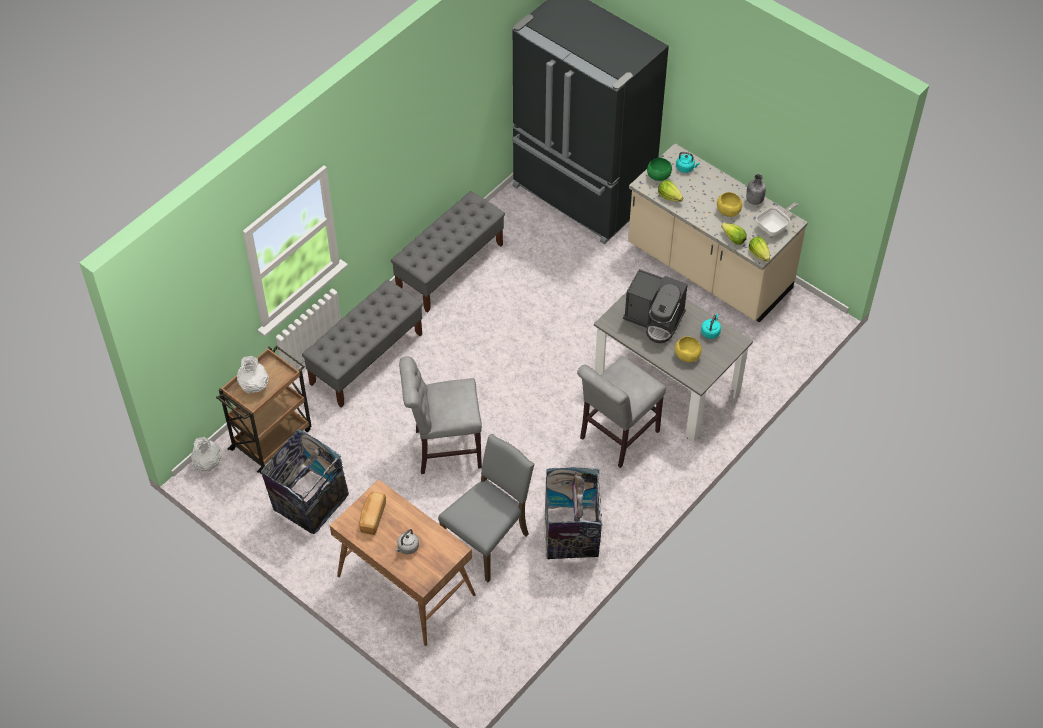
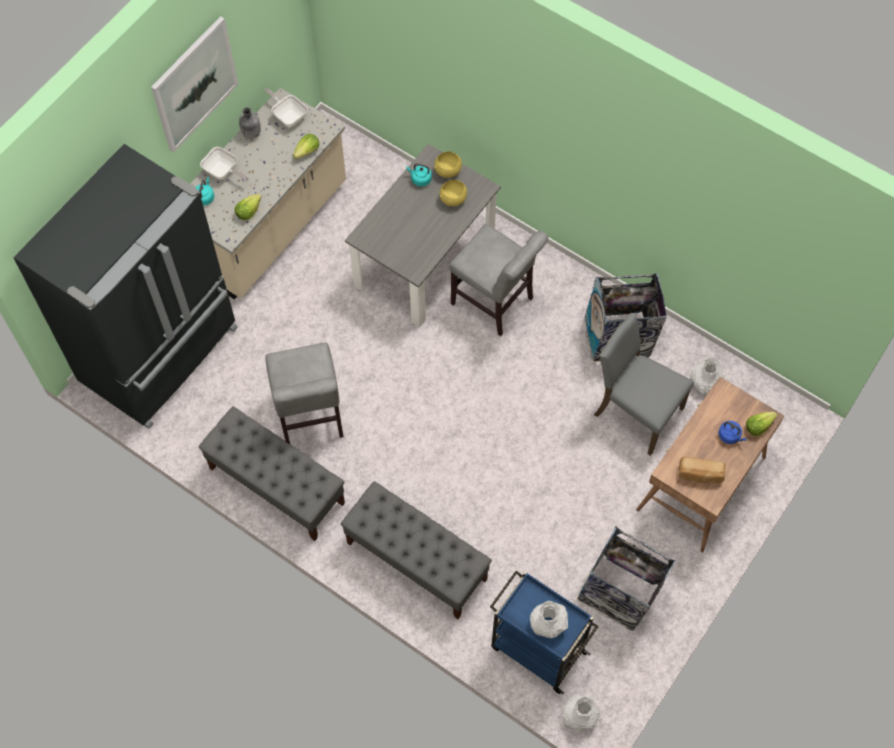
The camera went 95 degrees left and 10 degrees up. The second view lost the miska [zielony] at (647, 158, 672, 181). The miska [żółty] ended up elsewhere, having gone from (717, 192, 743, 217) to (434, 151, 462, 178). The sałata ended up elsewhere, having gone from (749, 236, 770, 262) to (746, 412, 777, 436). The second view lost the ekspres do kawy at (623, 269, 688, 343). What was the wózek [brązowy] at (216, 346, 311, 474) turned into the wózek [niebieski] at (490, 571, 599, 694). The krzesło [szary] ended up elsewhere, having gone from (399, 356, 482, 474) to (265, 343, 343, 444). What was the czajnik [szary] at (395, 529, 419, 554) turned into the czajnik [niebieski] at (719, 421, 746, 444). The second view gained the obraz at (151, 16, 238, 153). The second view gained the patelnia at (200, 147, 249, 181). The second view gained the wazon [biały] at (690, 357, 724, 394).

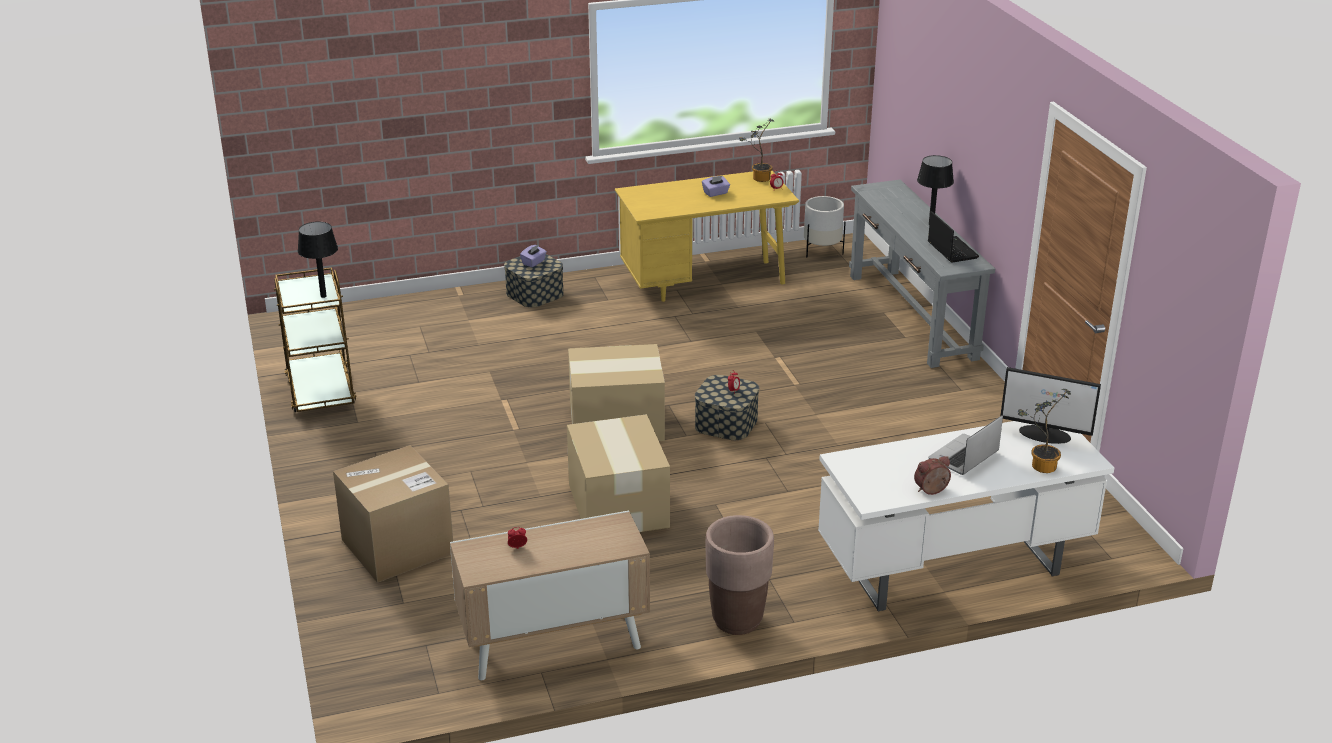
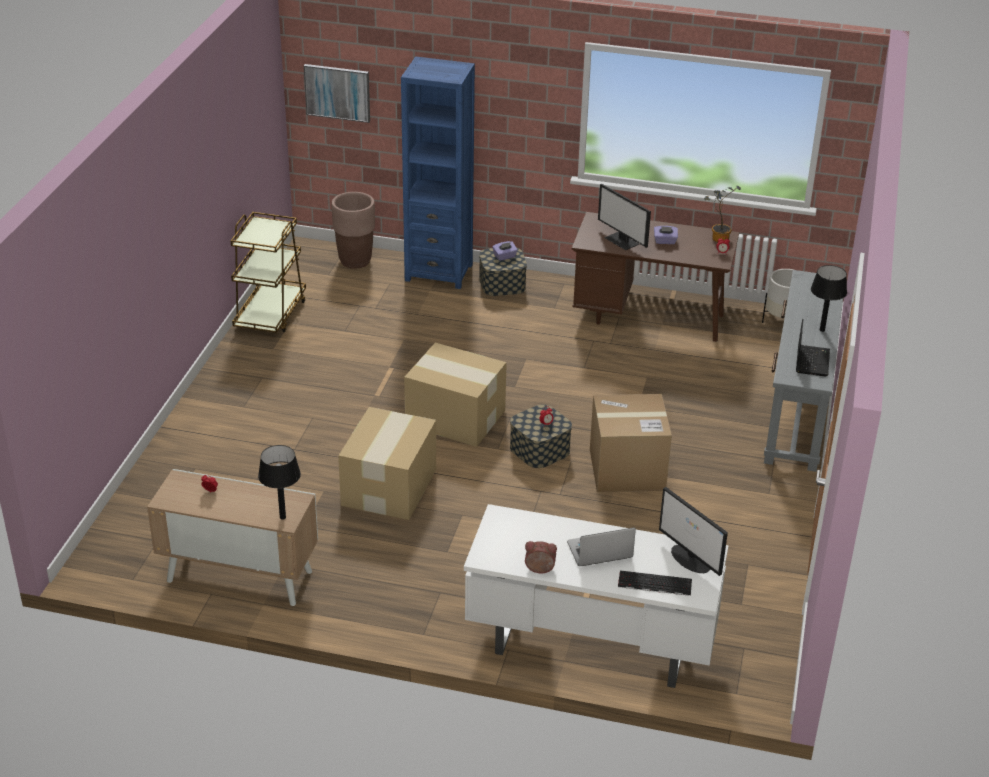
The camera went 30 degrees right and 5 degrees up. What was the biurko [żółty] at (615, 171, 799, 302) turned into the biurko [brązowy] at (572, 212, 739, 342). The lampa stołowa [czarny] ended up elsewhere, having gone from (297, 222, 338, 298) to (258, 445, 301, 520). Where the roślina doniczkowa stood at (1018, 389, 1071, 473), the klawiatura came to stand at (618, 570, 692, 596). The karton ended up elsewhere, having gone from (333, 445, 453, 583) to (590, 394, 672, 492). The donica [brązowy] ended up elsewhere, having gone from (705, 515, 774, 635) to (331, 192, 375, 269). The second view gained the regał [niebieski] at (401, 57, 475, 289). The second view gained the obraz at (304, 64, 370, 123). The second view gained the monitor at (598, 184, 651, 250).

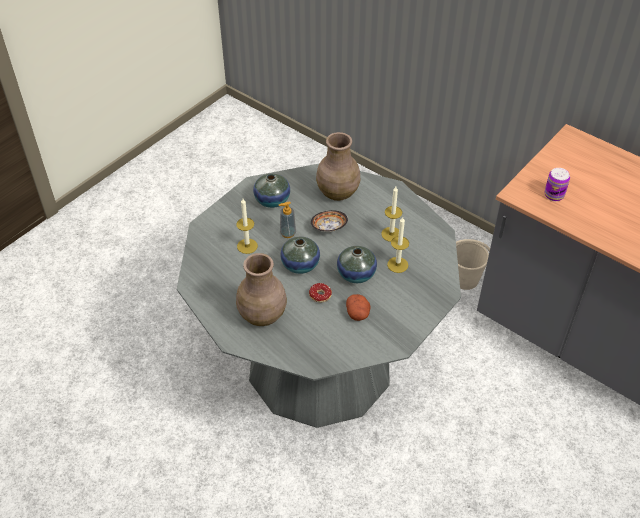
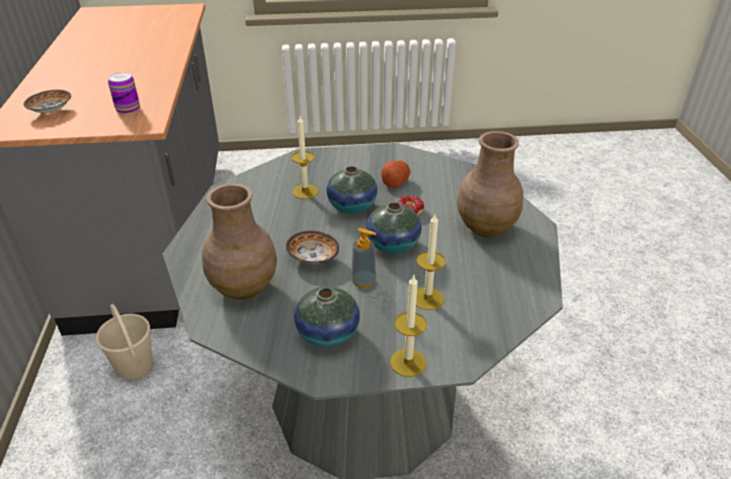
The camera went 135 degrees left and 10 degrees down. The świeca ended up elsewhere, having gone from (381, 187, 402, 242) to (390, 275, 427, 377). The second view gained the miska at (24, 90, 71, 113).

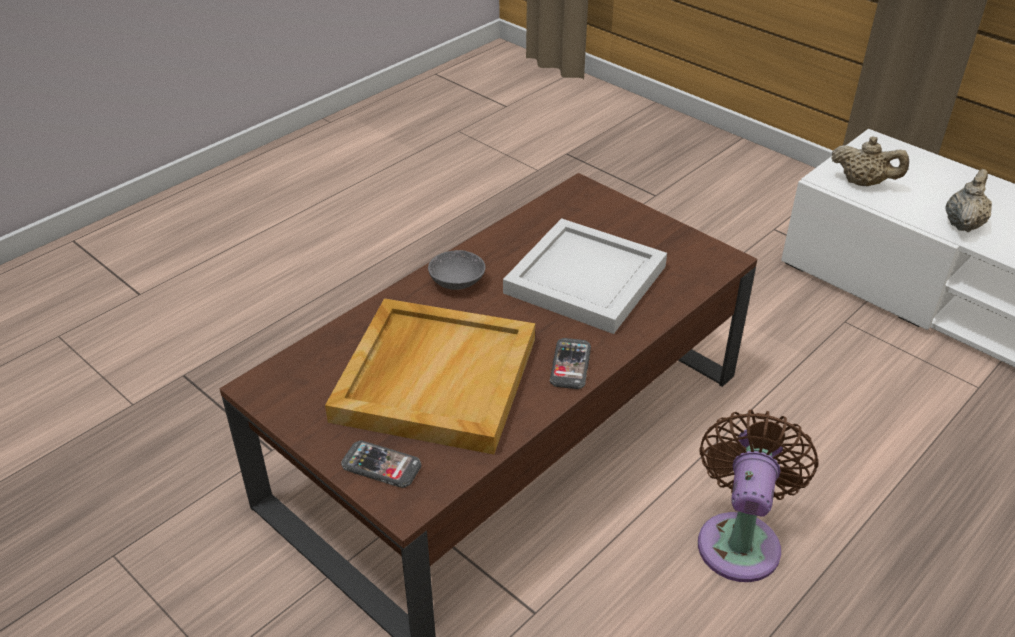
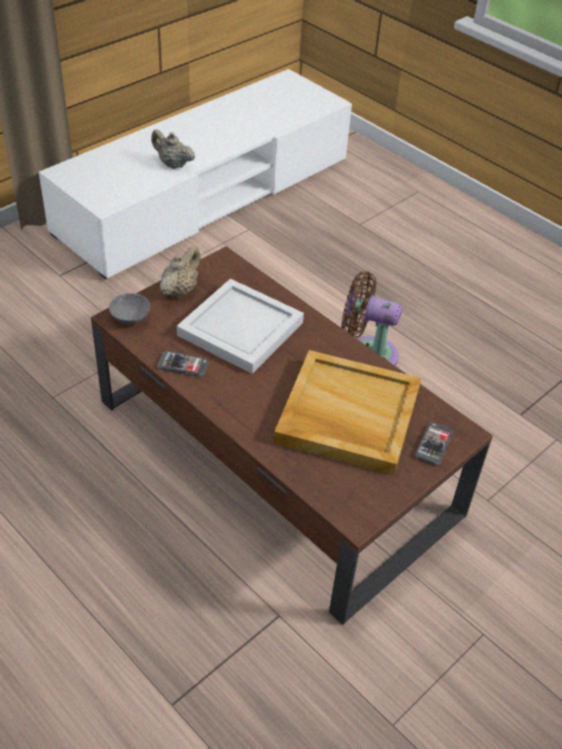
The camera went 90 degrees left and 5 degrees up. The imbryk [beżowy] ended up elsewhere, having gone from (832, 136, 909, 187) to (160, 246, 200, 298). The miska [szary] ended up elsewhere, having gone from (428, 250, 486, 290) to (109, 293, 150, 325). The telefon ended up elsewhere, having gone from (550, 338, 591, 389) to (157, 351, 209, 377).

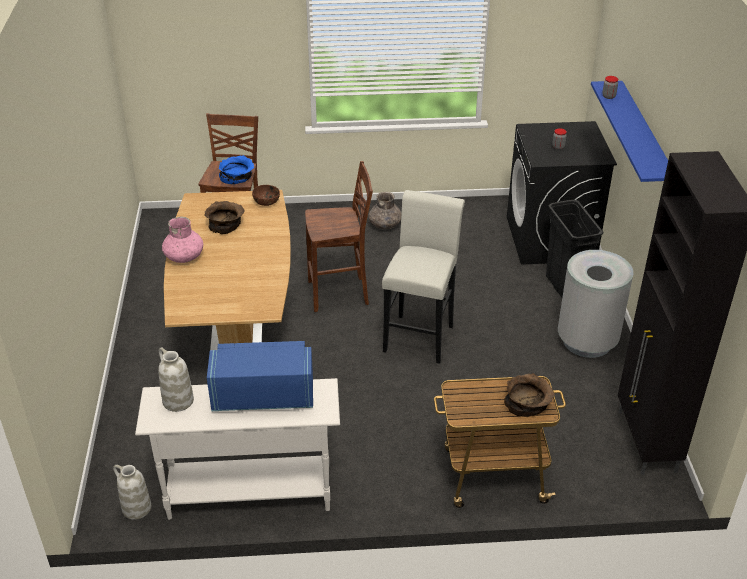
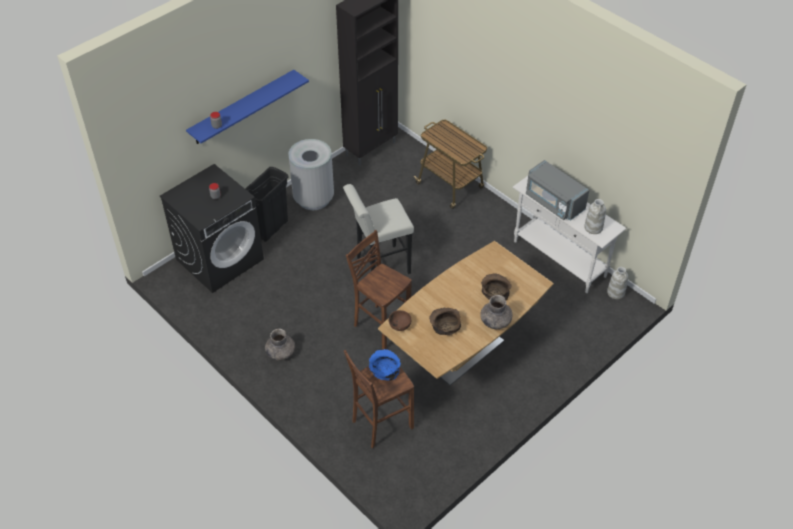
The camera went 130 degrees left and 10 degrees up. What was the wazon [różowy] at (162, 217, 203, 263) turned into the wazon [szary] at (480, 295, 513, 329). What was the mikrofalówka [niebieski] at (207, 341, 313, 411) turned into the mikrofalówka [szary] at (526, 160, 589, 221). The miska [brązowy] ended up elsewhere, having gone from (504, 373, 555, 417) to (481, 273, 512, 300).

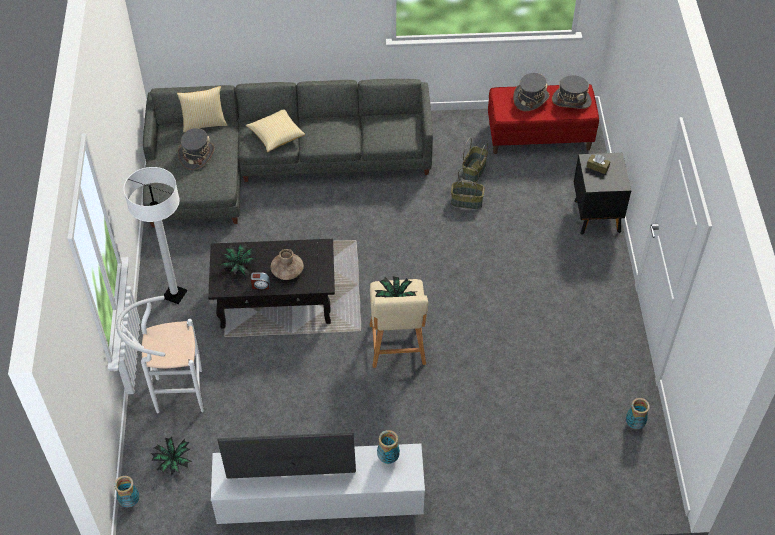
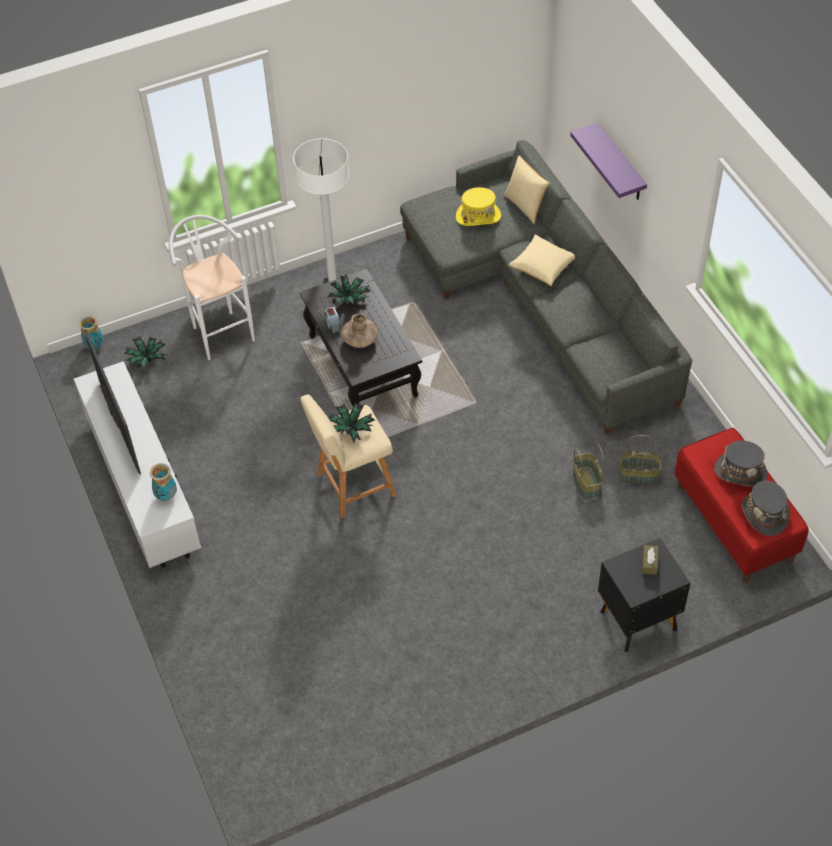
The camera went 70 degrees right and 0 degrees up. What was the kapelusz [szary] at (178, 128, 215, 170) turned into the kapelusz [żółty] at (456, 187, 501, 226). The second view lost the wazon at (626, 398, 650, 429). The second view gained the półka [fioletowy] at (570, 123, 647, 200).

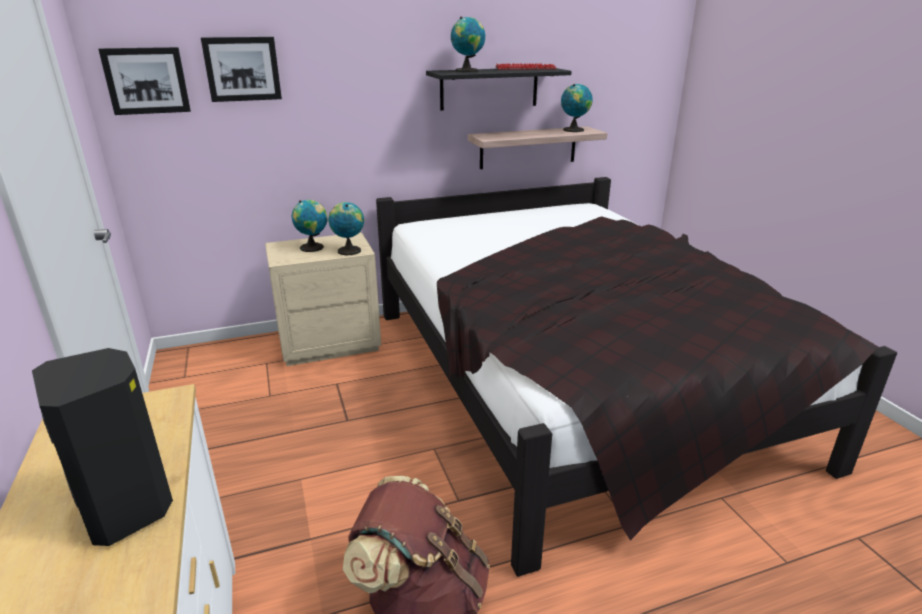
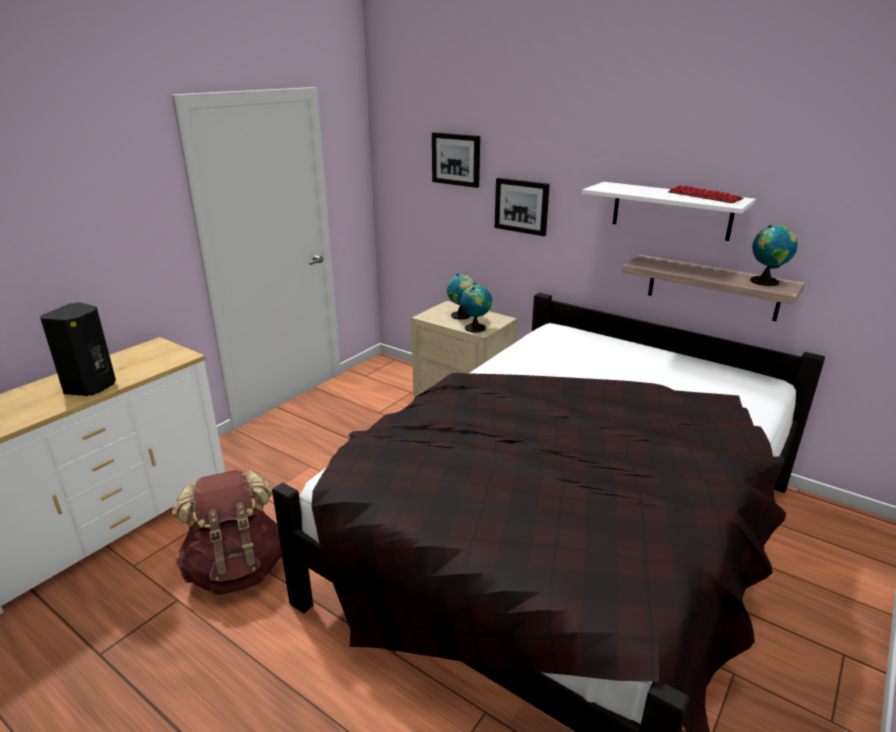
The camera went 55 degrees right and 0 degrees up. The second view lost the globus at (451, 17, 485, 72). The obraz ended up elsewhere, having gone from (98, 47, 191, 115) to (494, 178, 550, 236). What was the półka [czarny] at (426, 68, 572, 111) turned into the półka [biały] at (582, 182, 756, 241).

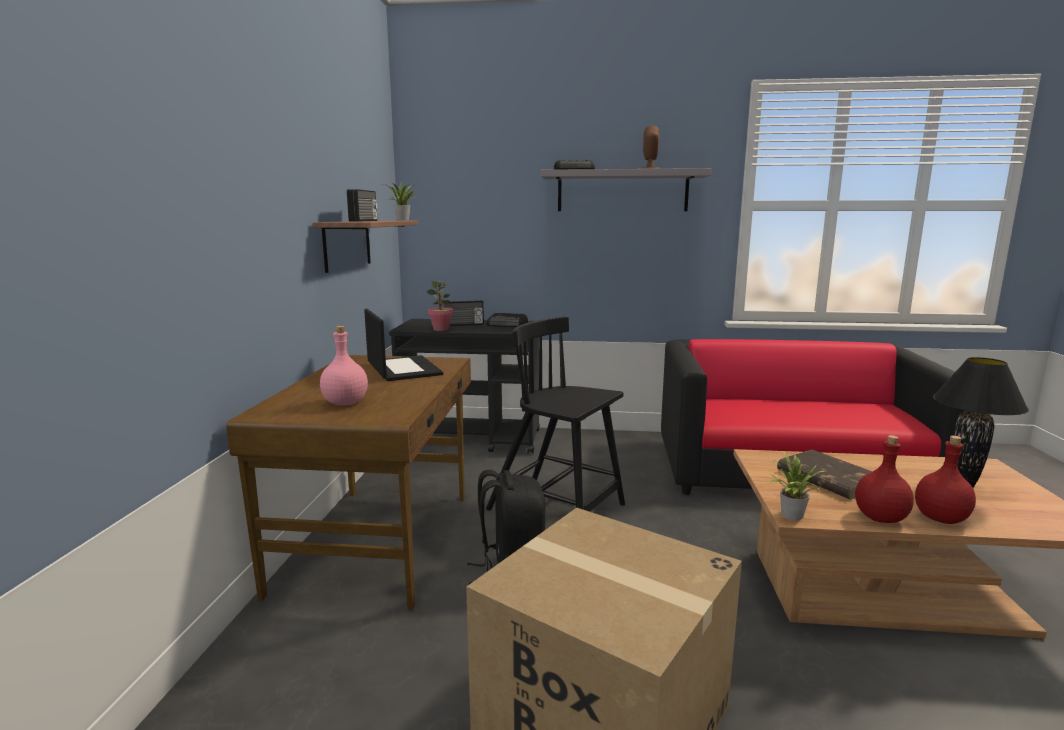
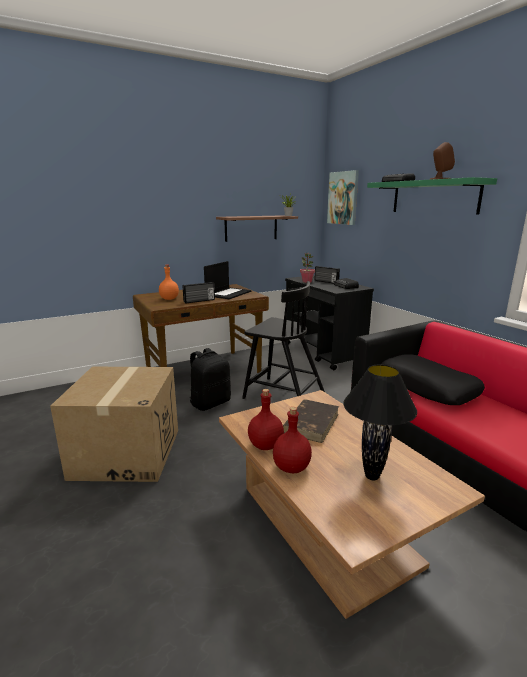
The camera went 55 degrees right and 5 degrees up. What was the półka [szary] at (541, 168, 712, 211) turned into the półka [zielony] at (367, 177, 497, 215). The radio ended up elsewhere, having gone from (347, 189, 378, 222) to (183, 282, 215, 303). The krzesło [czarny] at (486, 316, 625, 512) ended up facing another way, 120 degrees clockwise from before. What was the butelka [różowy] at (320, 326, 368, 406) turned into the butelka [pomarańczowy] at (159, 265, 179, 300). The second view lost the roślina doniczkowa at (767, 452, 824, 520). The second view gained the obraz at (327, 170, 359, 225). The second view gained the poduszka [czarny] at (381, 354, 485, 405).

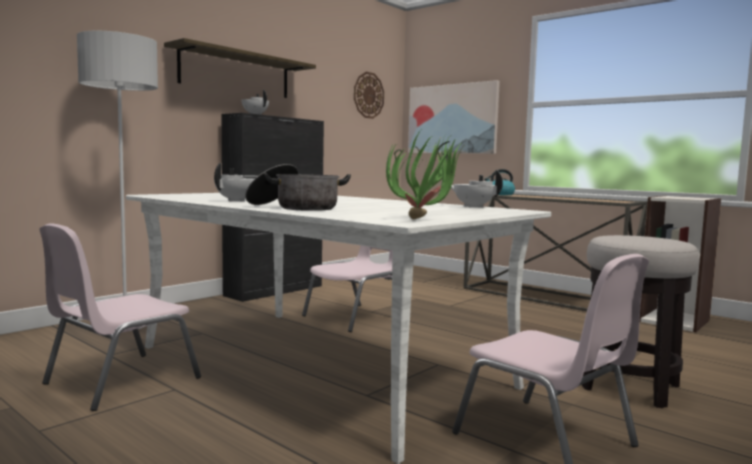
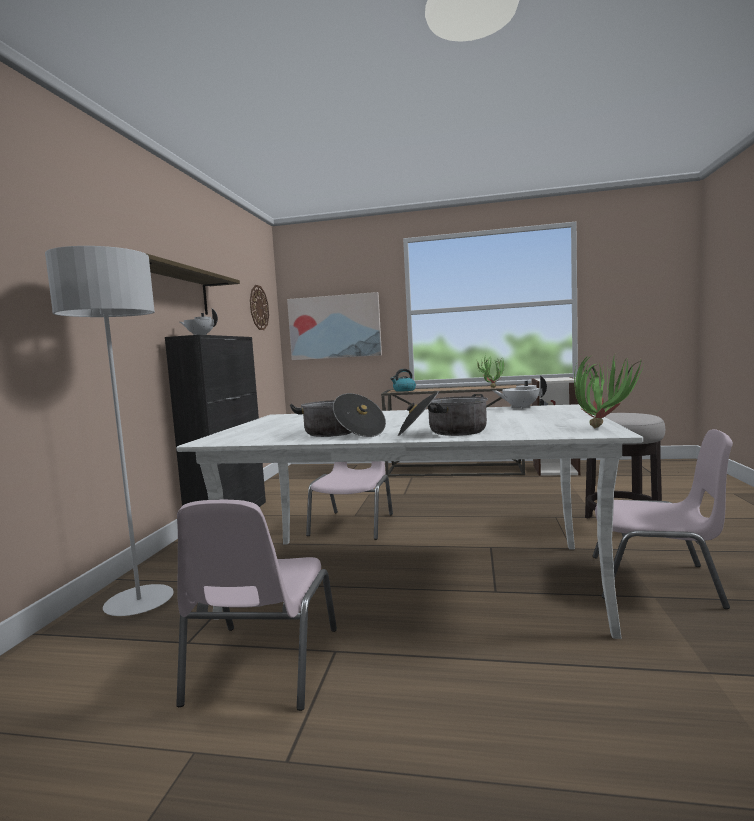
The camera went 30 degrees left and 0 degrees up. Where the imbryk [biały] stood at (214, 163, 255, 202), the garnek came to stand at (290, 393, 386, 437). The second view gained the roślina doniczkowa at (477, 354, 505, 388).

